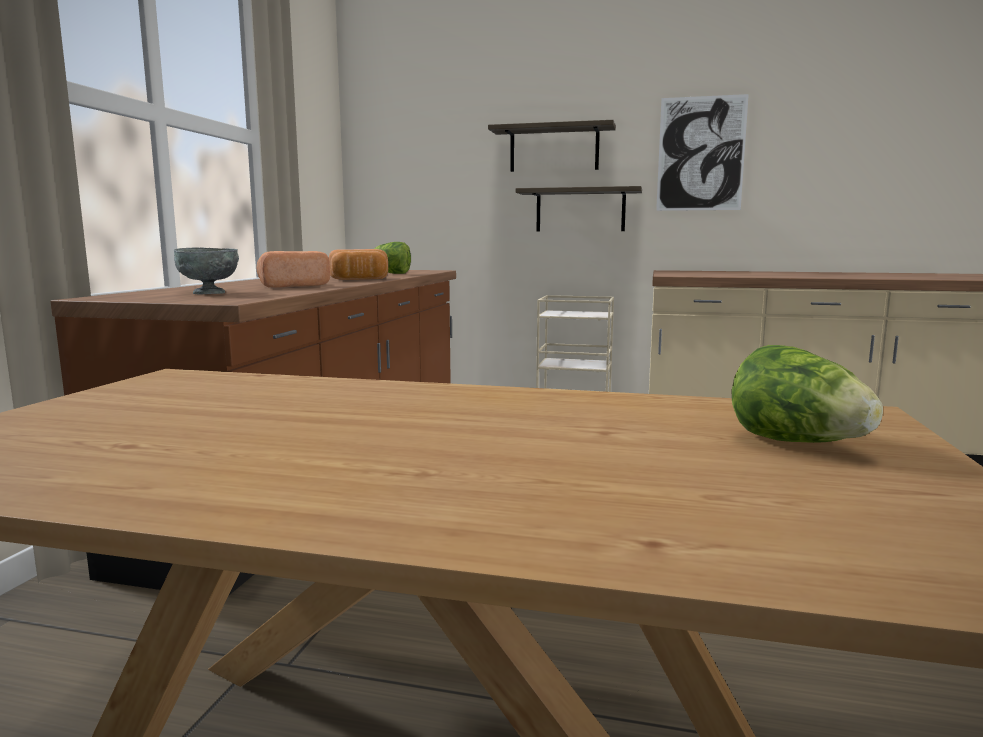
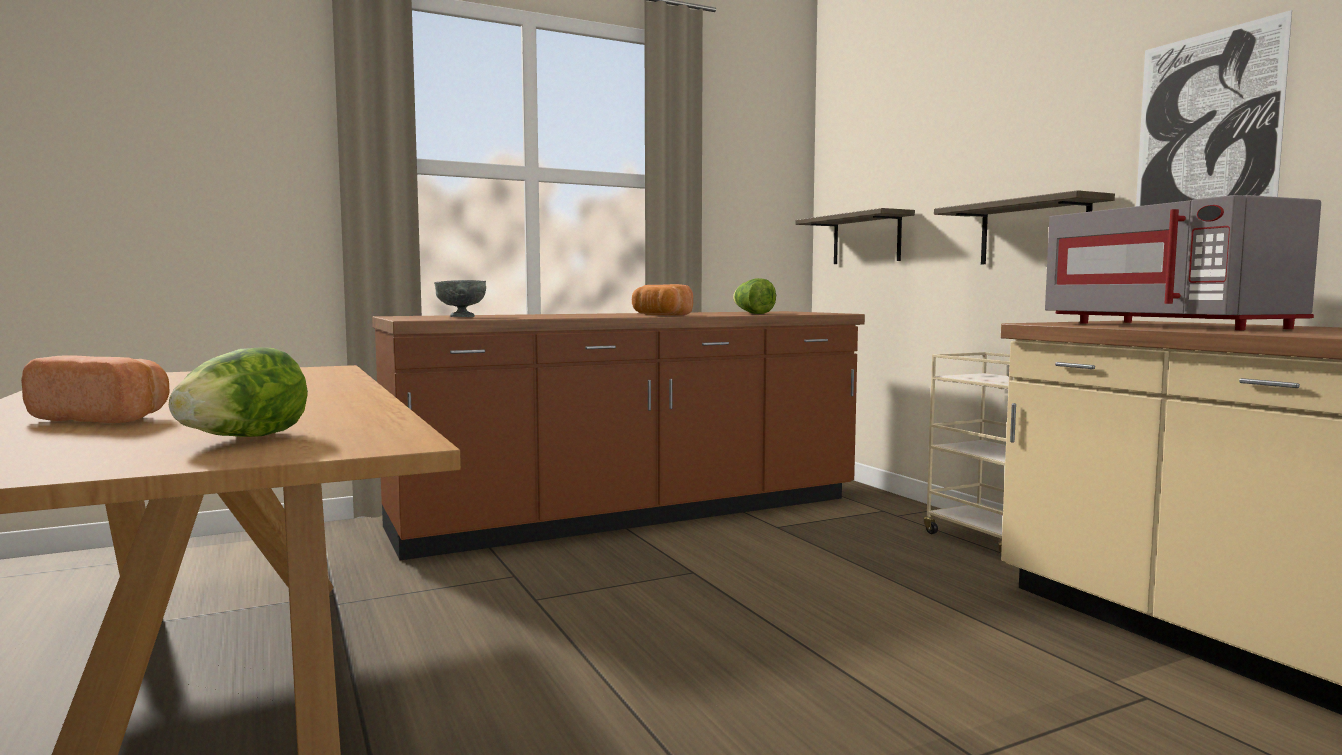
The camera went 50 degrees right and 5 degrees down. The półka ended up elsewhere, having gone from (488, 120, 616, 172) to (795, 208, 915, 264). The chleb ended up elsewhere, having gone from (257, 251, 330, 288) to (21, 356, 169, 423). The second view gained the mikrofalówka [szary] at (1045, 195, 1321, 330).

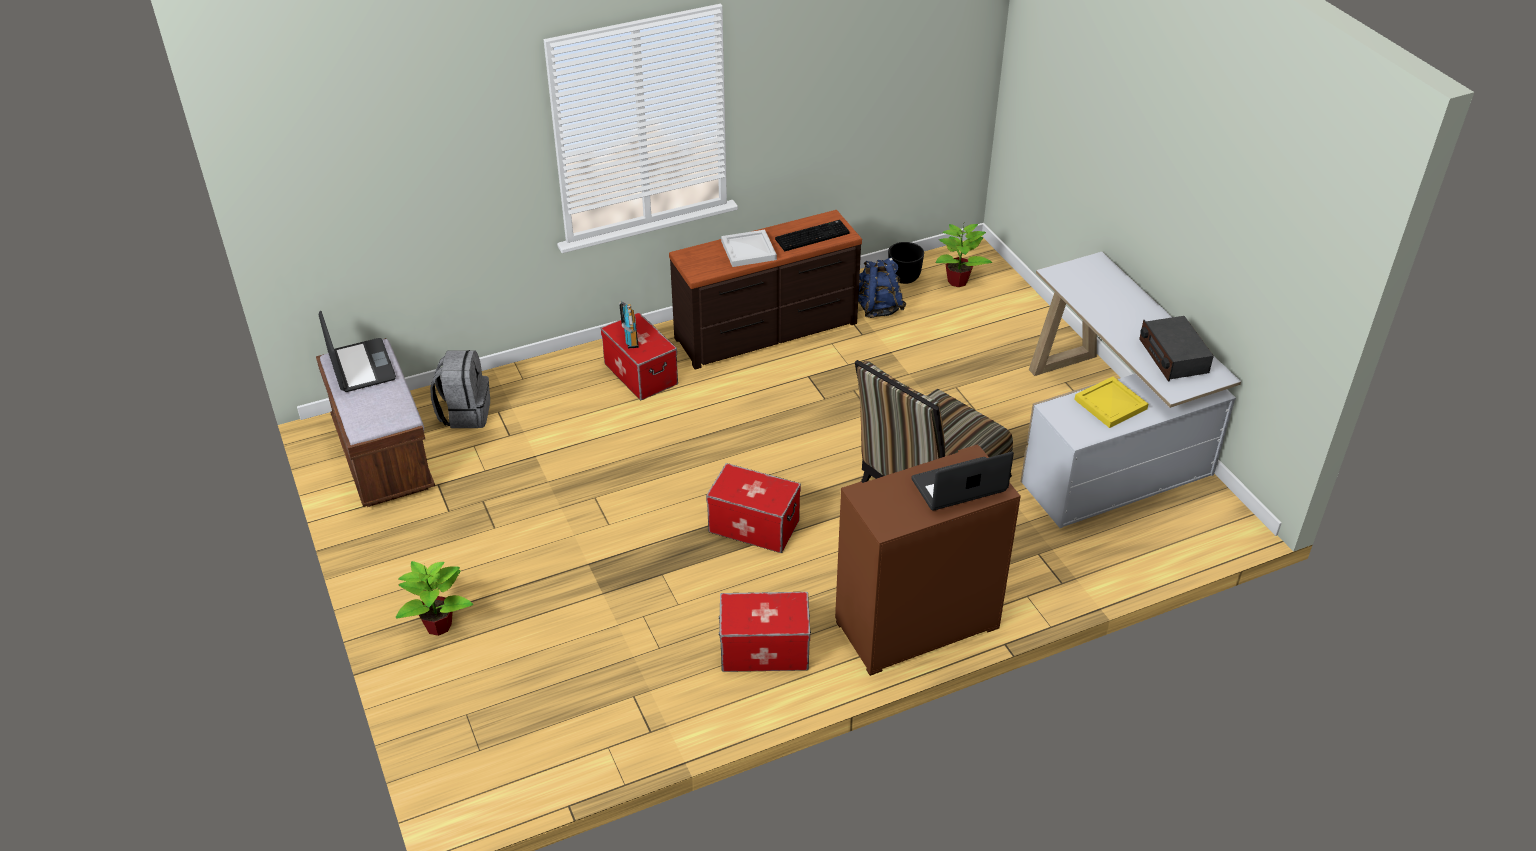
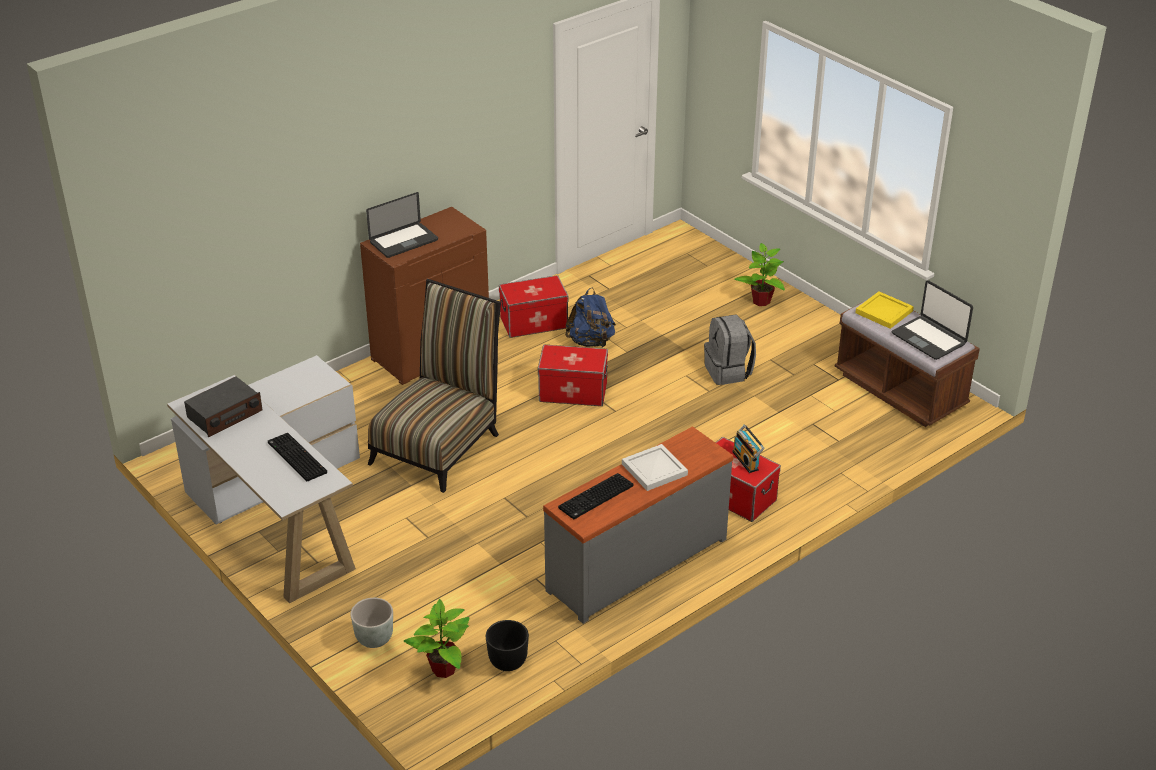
The camera went 165 degrees right and 5 degrees down. What was the komoda [brązowy] at (669, 210, 862, 370) turned into the komoda [szary] at (543, 426, 733, 624). The plecak [niebieski] ended up elsewhere, having gone from (858, 258, 906, 318) to (565, 288, 616, 347). The radio at (1139, 316, 1214, 382) ended up facing another way, 75 degrees clockwise from before. The plecak [szary] ended up elsewhere, having gone from (430, 350, 490, 428) to (704, 314, 756, 385). The taca [żółty] ended up elsewhere, having gone from (1074, 377, 1148, 428) to (855, 291, 914, 329). The second view gained the klawiatura at (268, 433, 327, 481). The second view gained the donica [szary] at (350, 598, 393, 648).

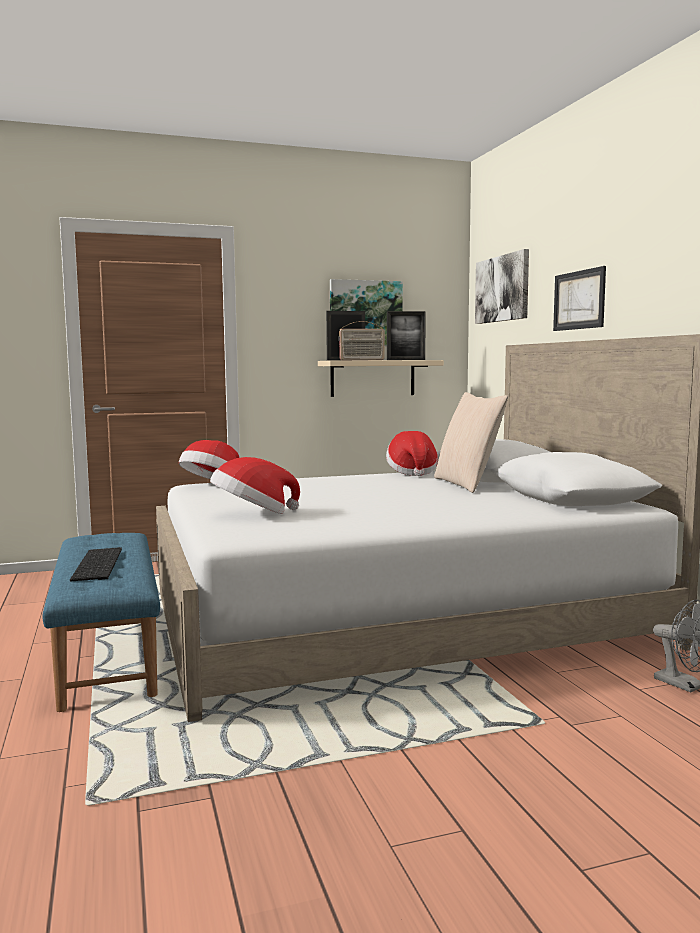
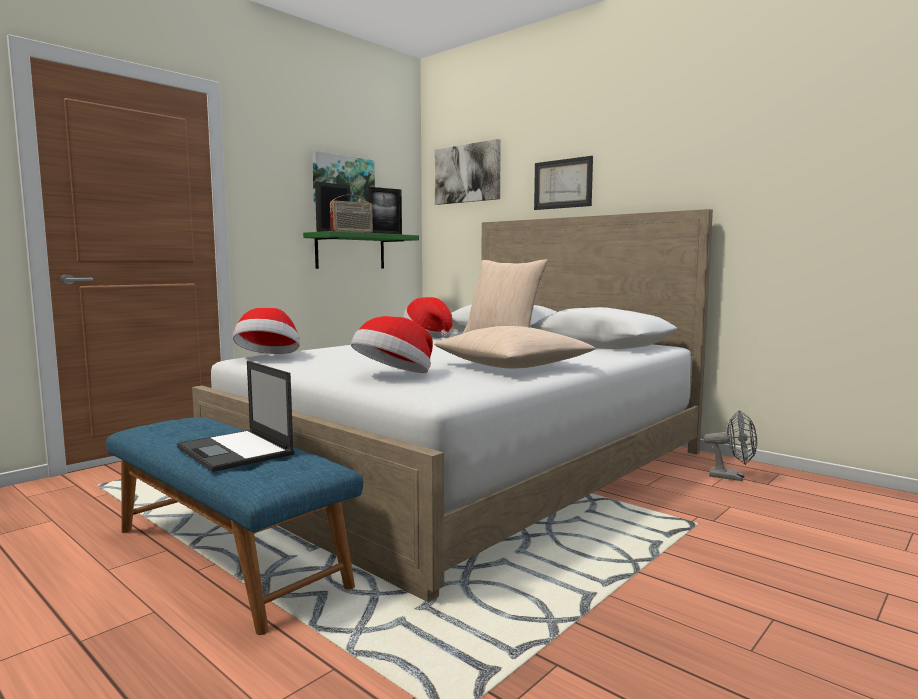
The camera went 30 degrees left and 0 degrees up. What was the półka [beżowy] at (318, 360, 444, 397) turned into the półka [zielony] at (303, 231, 419, 269). Where the klawiatura stood at (70, 547, 122, 582), the laptop came to stand at (177, 361, 295, 472). The second view gained the poduszka [beżowy] at (434, 326, 596, 369).

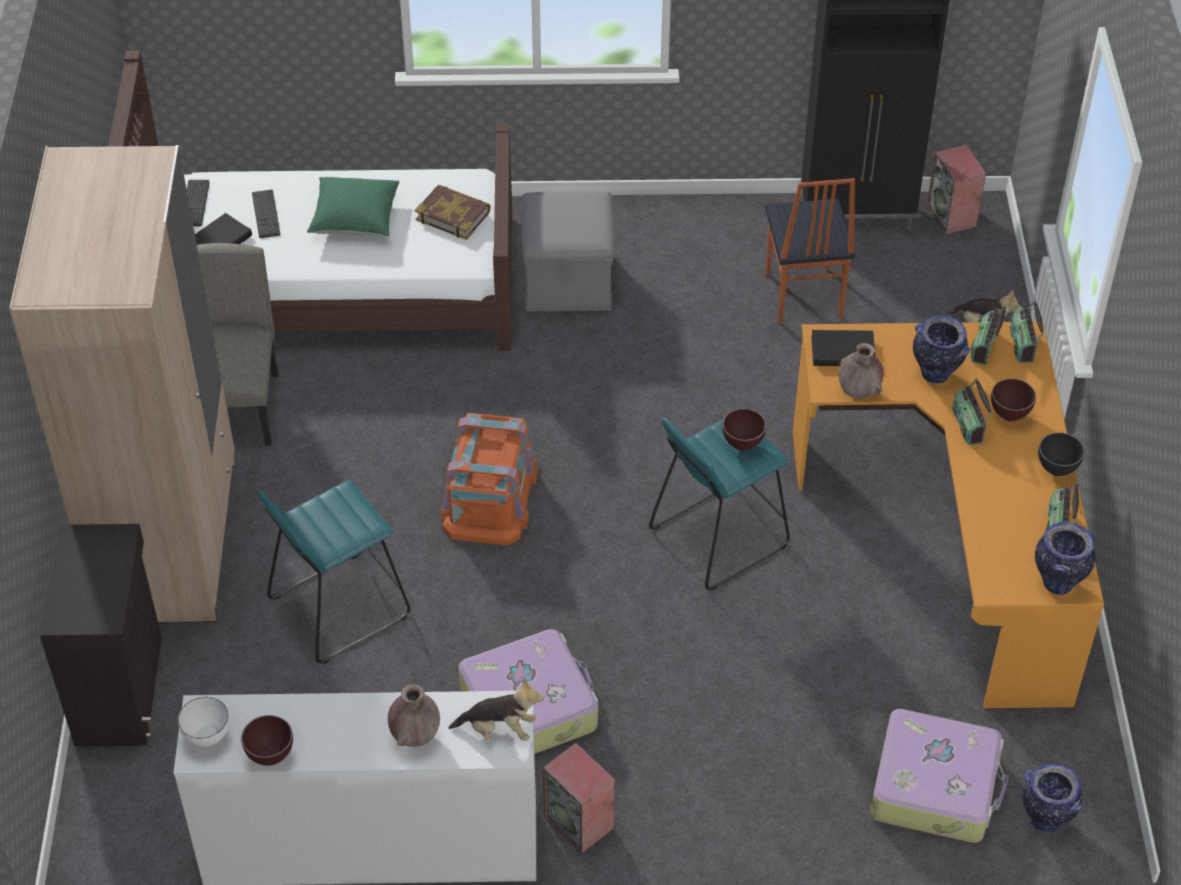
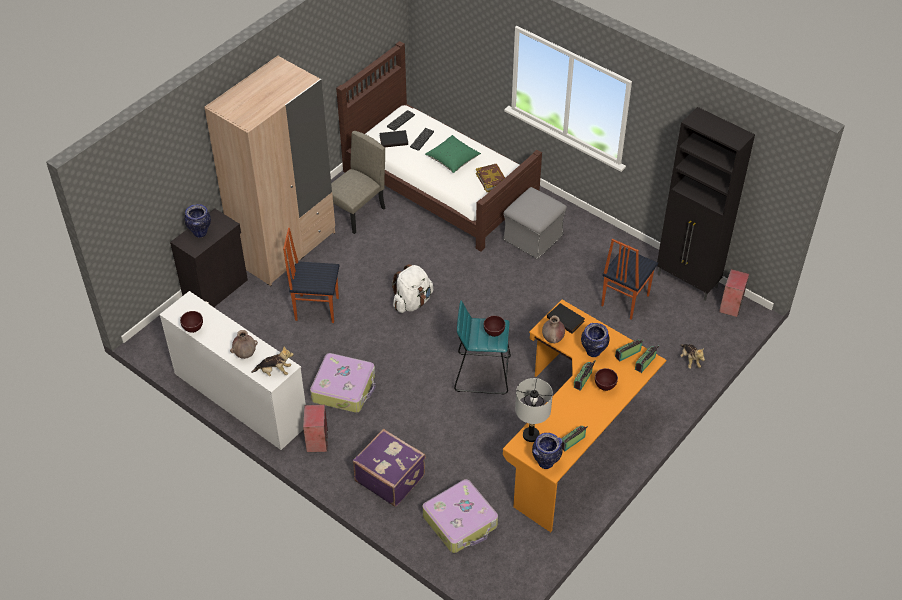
The camera went 40 degrees right and 0 degrees up. Where the pojemnik do przechowywania [pomarańczowy] stood at (441, 413, 538, 545), the plecak [biały] came to stand at (392, 264, 433, 313). The second view lost the miska [czarny] at (1038, 432, 1085, 476). Where the stołek [turkusowy] stood at (257, 480, 410, 664), the krzesło came to stand at (283, 228, 339, 323). The pluszak at (449, 678, 544, 741) ended up facing another way, 45 degrees counterclockwise from before. The second view lost the miska [biały] at (178, 697, 229, 747). The wazon ended up elsewhere, having gone from (1022, 763, 1083, 833) to (184, 204, 211, 238). The second view gained the lampa stołowa [szary] at (515, 378, 553, 442). The second view gained the walizka [fioletowy] at (353, 429, 426, 507).

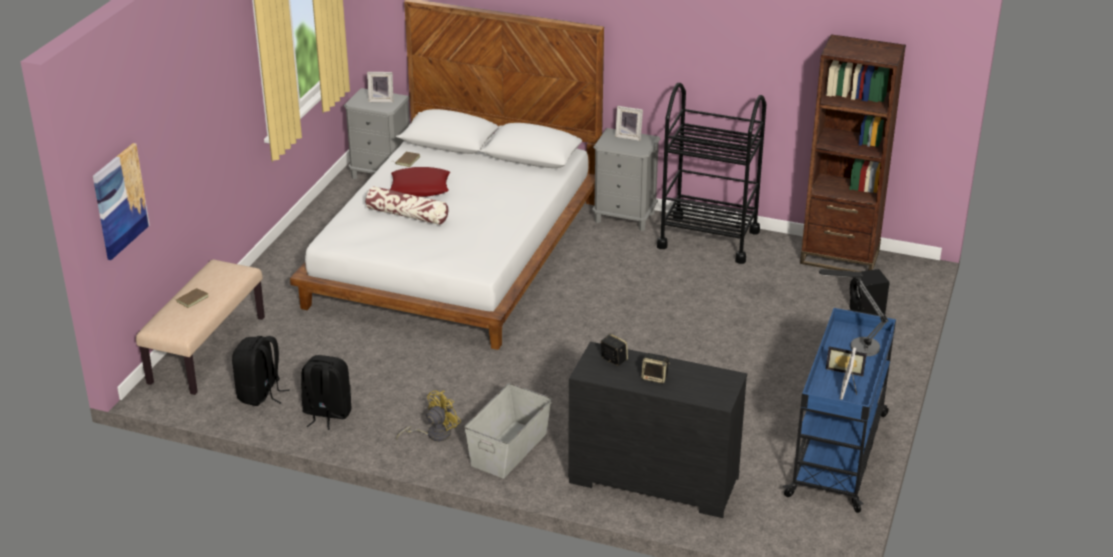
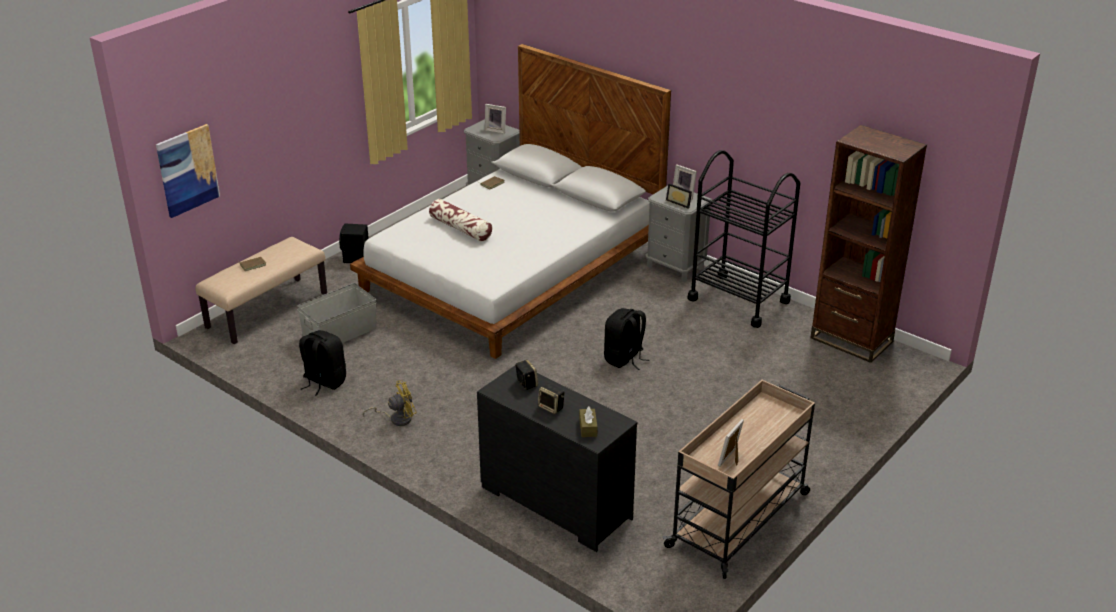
The camera went 20 degrees right and 0 degrees up. The second view lost the poduszka [czerwony] at (390, 167, 450, 197). The second view lost the lampa stołowa at (819, 269, 888, 356). The głośnik [czarny] ended up elsewhere, having gone from (849, 269, 890, 315) to (339, 223, 369, 263). What was the wózek [niebieski] at (783, 308, 896, 513) turned into the wózek [beżowy] at (662, 380, 815, 579). The plecak [czarny] ended up elsewhere, having gone from (232, 336, 290, 406) to (604, 308, 650, 370). The ramka na zdjęcie ended up elsewhere, having gone from (826, 346, 867, 376) to (666, 183, 692, 209). The pojemnik do przechowywania [szary] ended up elsewhere, having gone from (464, 383, 552, 478) to (297, 283, 376, 343). The second view gained the pudełko chusteczek [brązowy] at (579, 406, 598, 437).

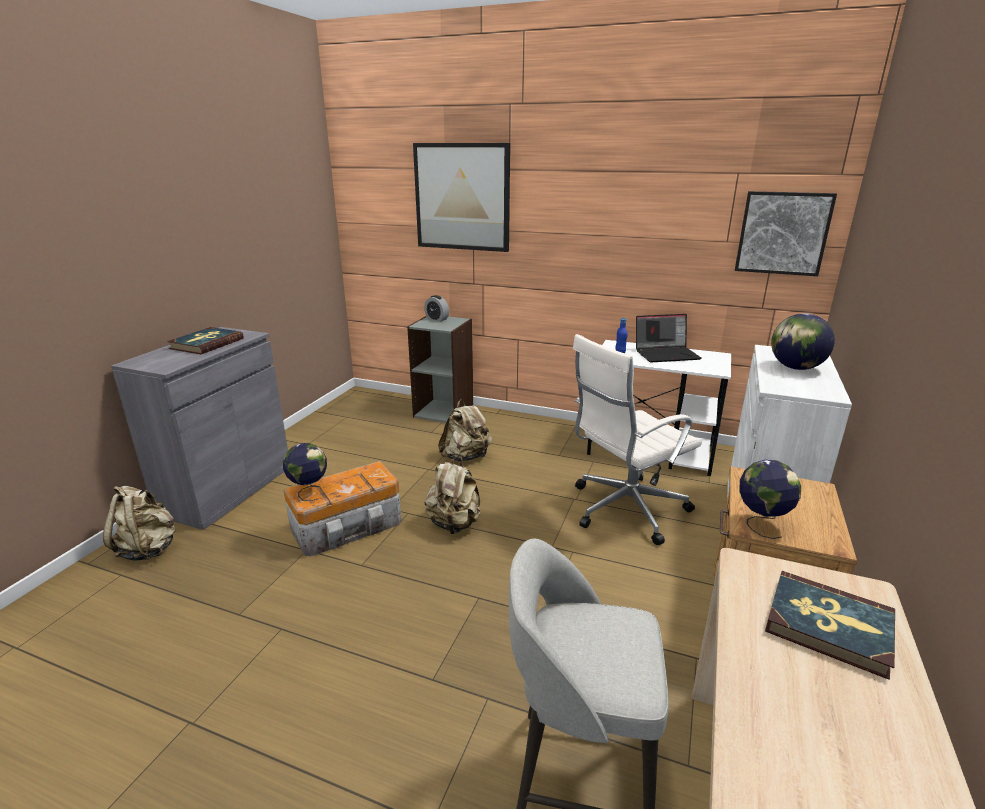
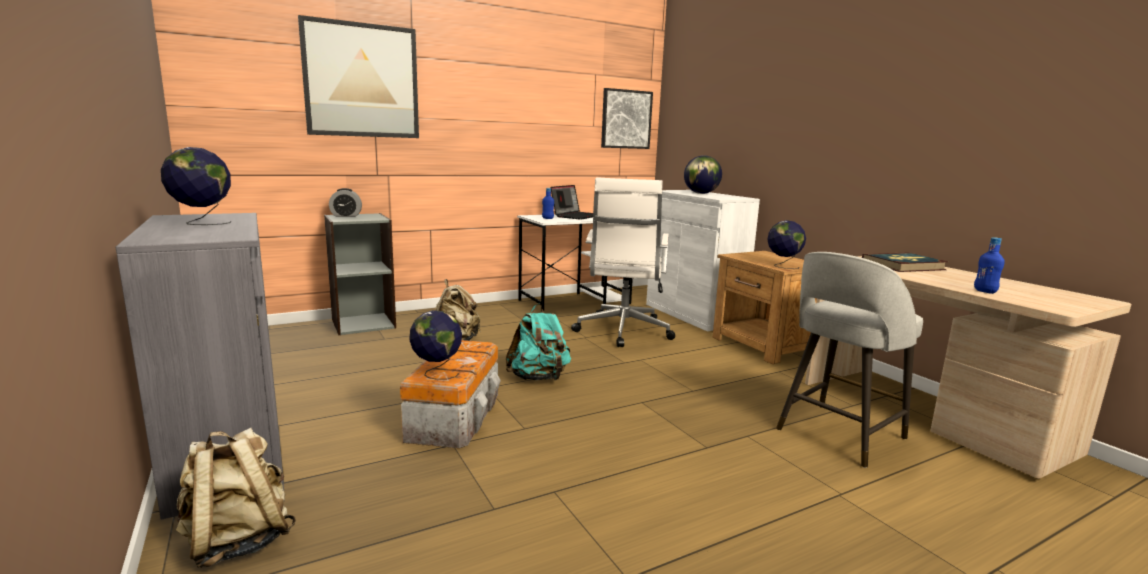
The camera went 50 degrees left and 10 degrees down. Where the książka stood at (167, 327, 243, 354), the globus came to stand at (161, 147, 231, 225). What was the plecak [beżowy] at (425, 456, 481, 534) turned into the plecak [turkusowy] at (506, 303, 571, 380). The second view gained the butelka [niebieski] at (974, 237, 1005, 294).

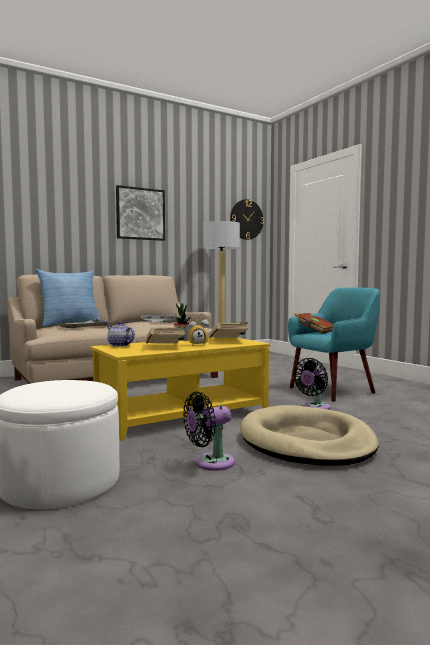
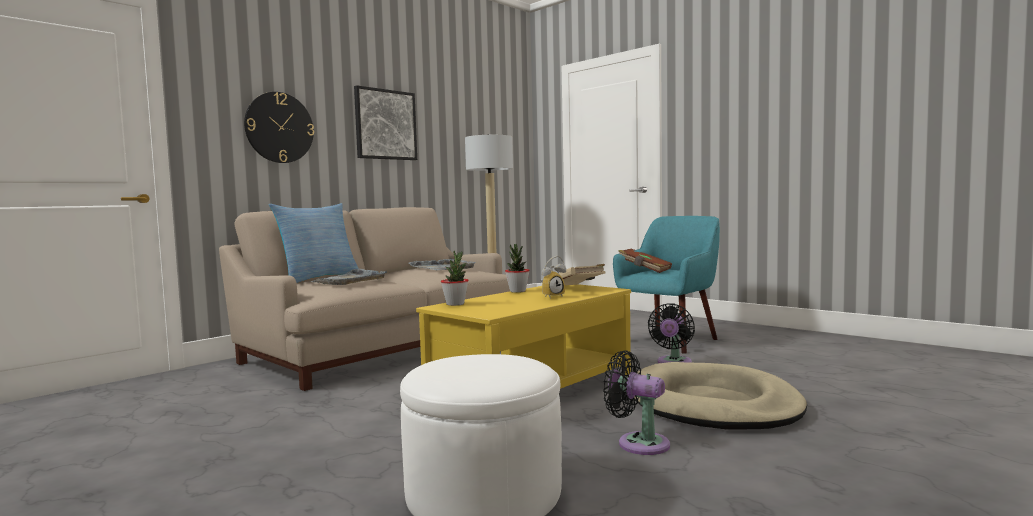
The camera went 15 degrees left and 0 degrees up. The zegar ścienny ended up elsewhere, having gone from (230, 199, 264, 240) to (244, 92, 314, 163). Where the imbryk stood at (107, 321, 135, 347), the roślina doniczkowa came to stand at (441, 251, 469, 306). The second view lost the książka [beżowy] at (145, 326, 185, 344). The wentylator [czarny] at (183, 392, 235, 471) ended up facing another way, 75 degrees clockwise from before.

